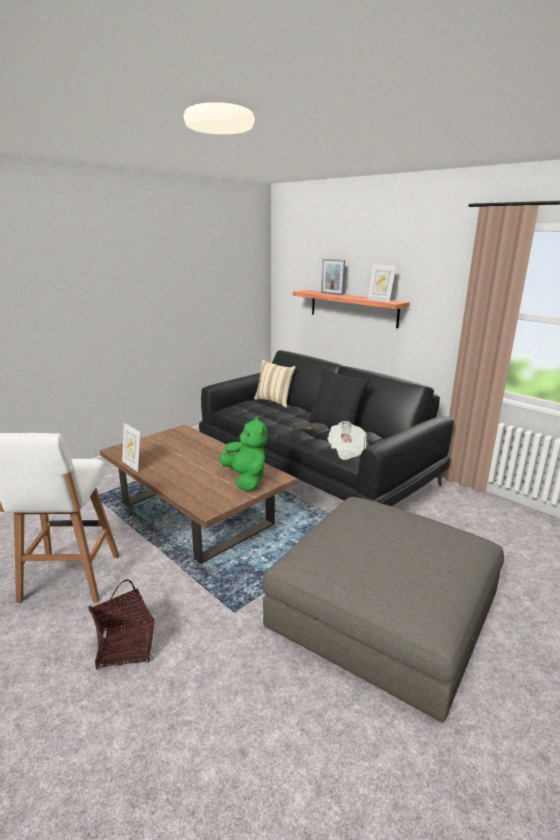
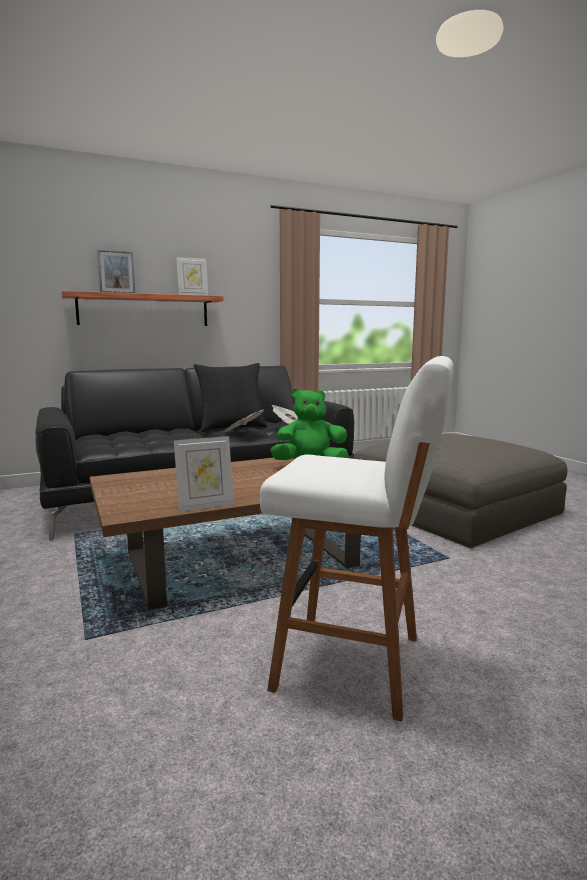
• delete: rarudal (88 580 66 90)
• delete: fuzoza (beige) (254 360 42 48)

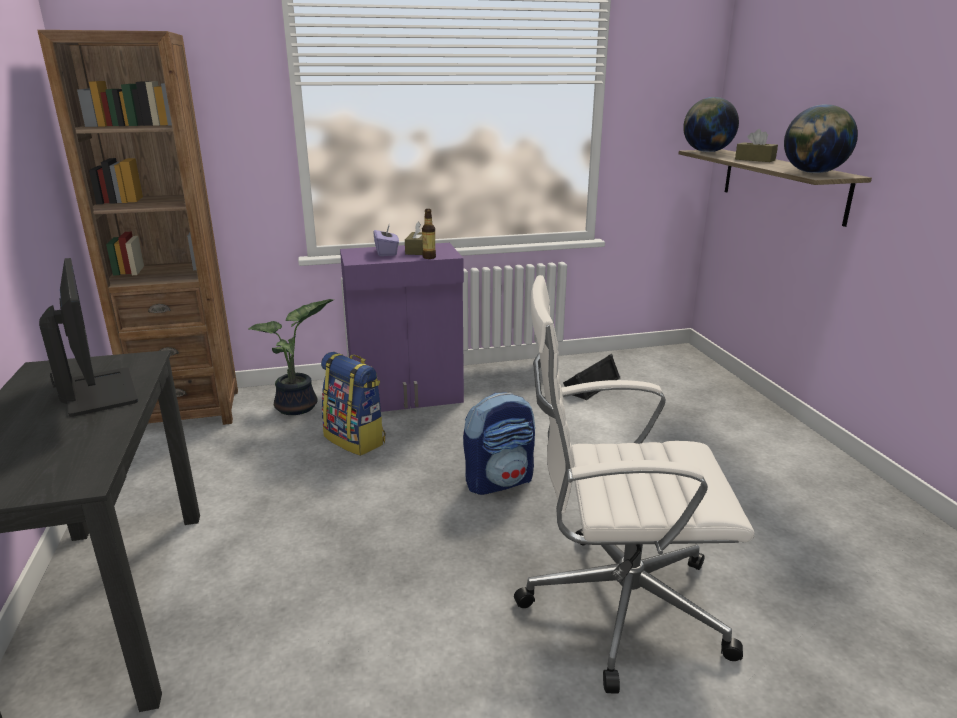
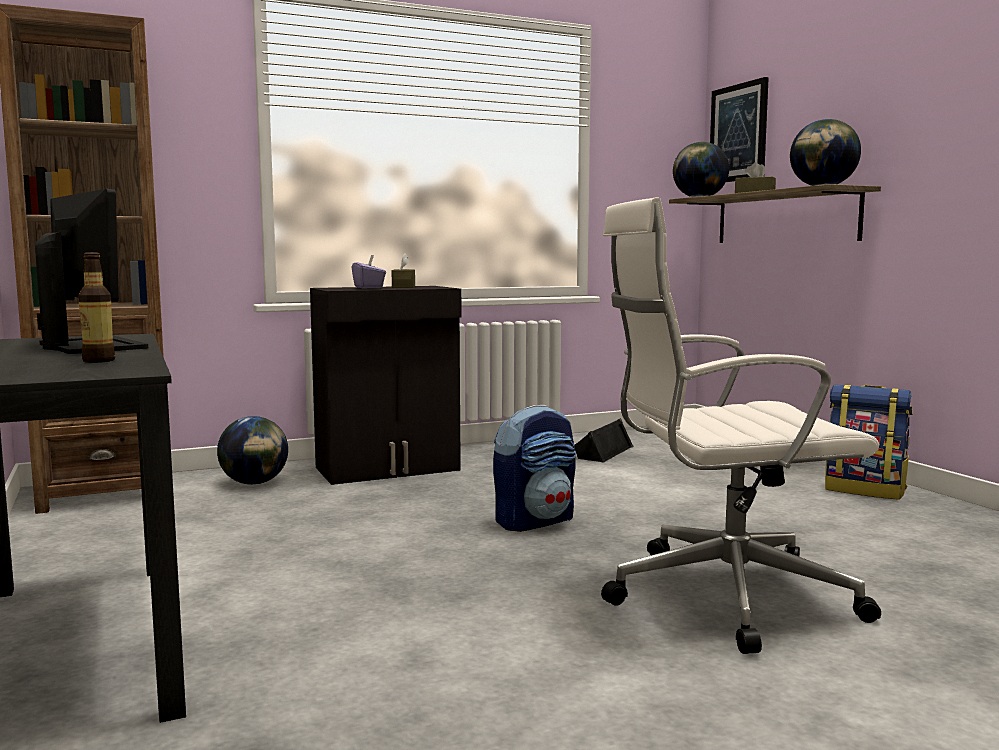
• replace: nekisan (248 299 86 116) to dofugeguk (217 416 71 69)
• move: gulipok (321 352 65 104) to (825 384 88 116)
• recolor: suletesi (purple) (340 243 124 169) to suletesi (black) (310 286 152 199)
• move: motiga (422 209 14 50) to (78 252 37 111)
• insert: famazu (710 77 59 105)

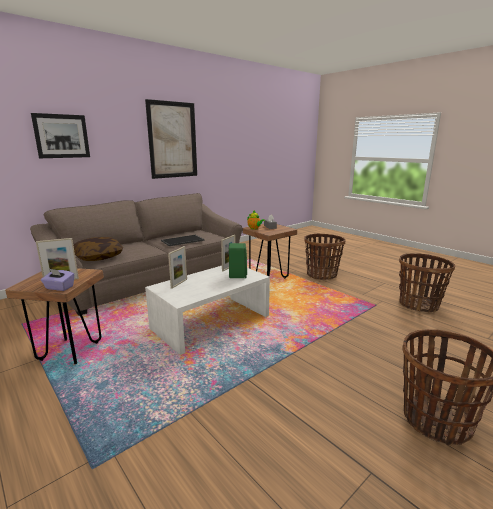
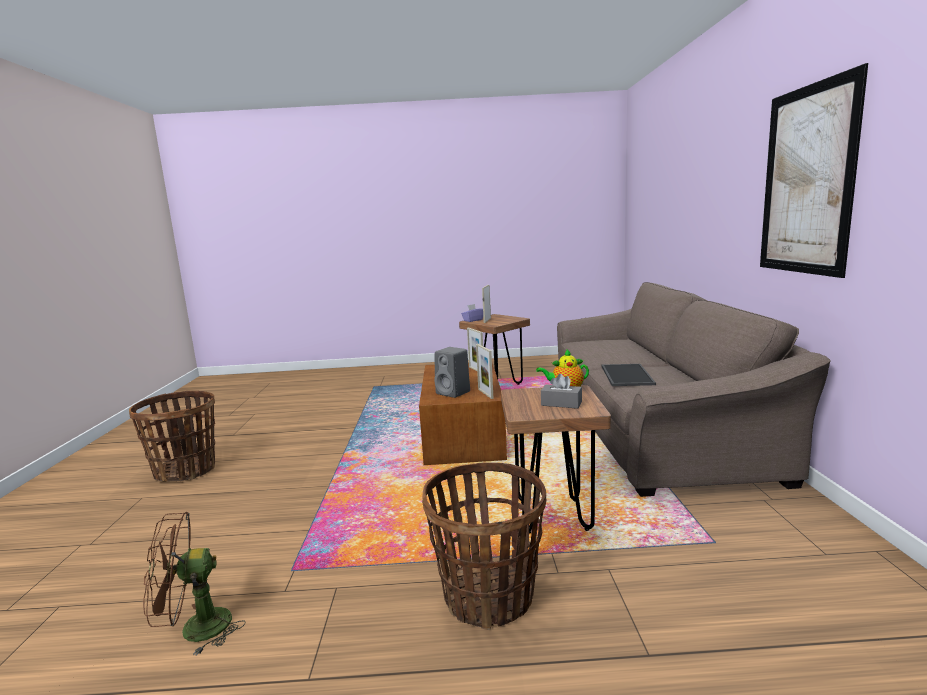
• delete: famazu (31 113 59 45)
• delete: fuzoza (73 237 50 24)
• recolor: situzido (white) (145 266 125 89) to situzido (brown) (419 363 88 102)
• recolor: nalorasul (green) (229 243 18 35) to nalorasul (grey) (434 347 36 51)
• replace: rarudal (399 253 56 59) to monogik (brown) (143 512 103 144)

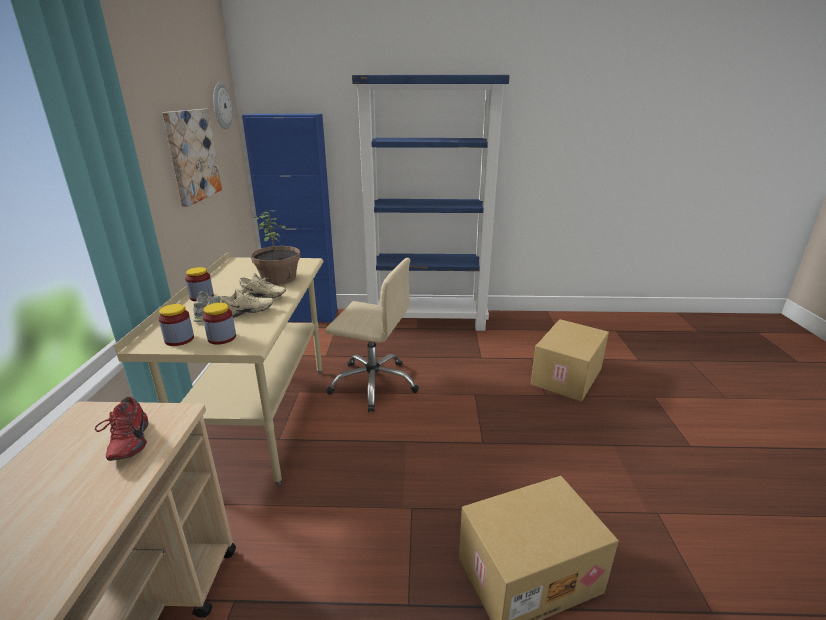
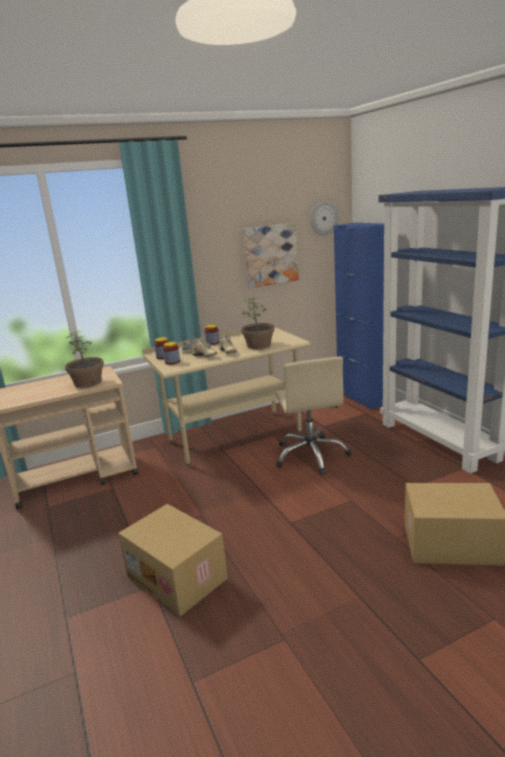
• replace: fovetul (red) (95 396 53 65) to nekisan (65 332 39 56)

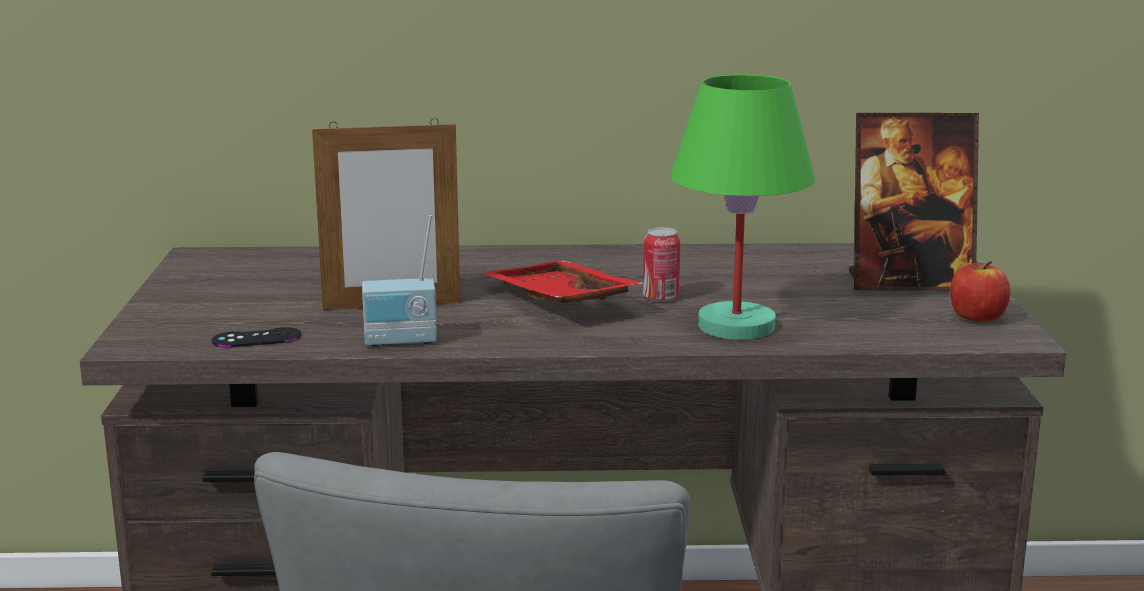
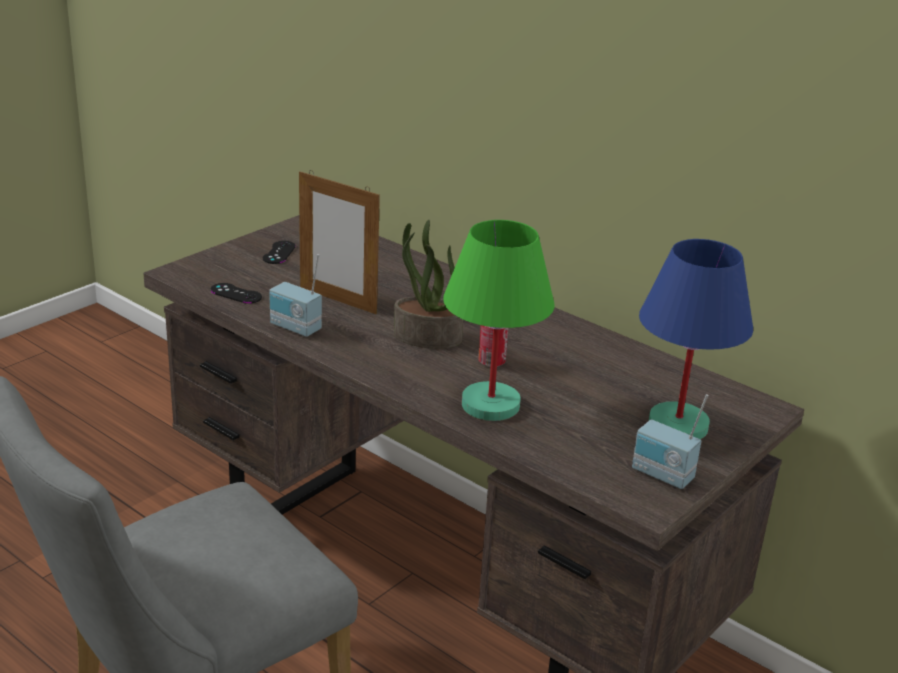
• replace: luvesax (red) (480 261 163 42) to nekisan (394 220 69 129)
• replace: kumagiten (849 113 130 177) to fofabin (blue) (639 239 114 200)
• replace: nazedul (950 261 60 61) to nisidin (632 394 76 95)
• insert: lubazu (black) (263 241 33 23)

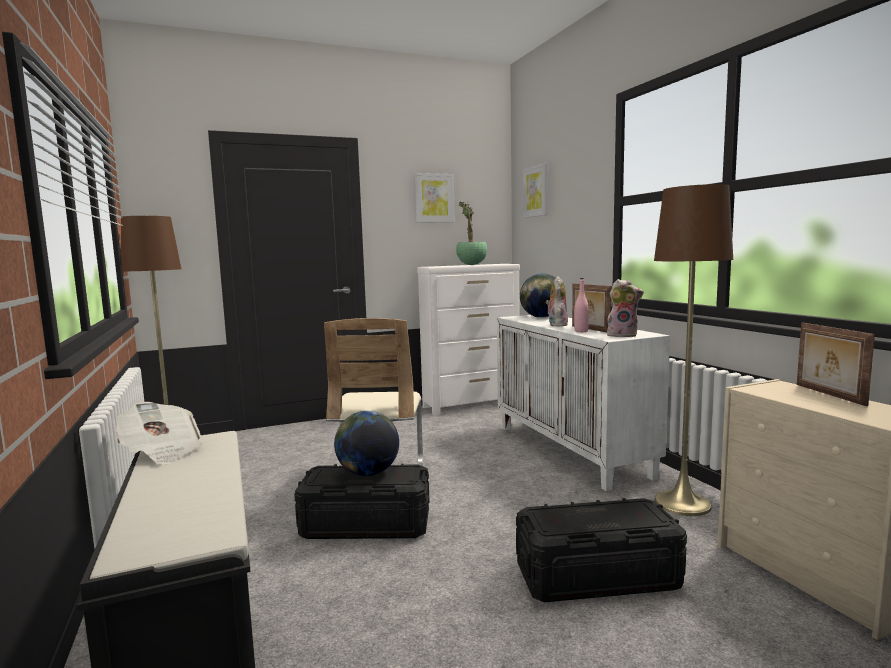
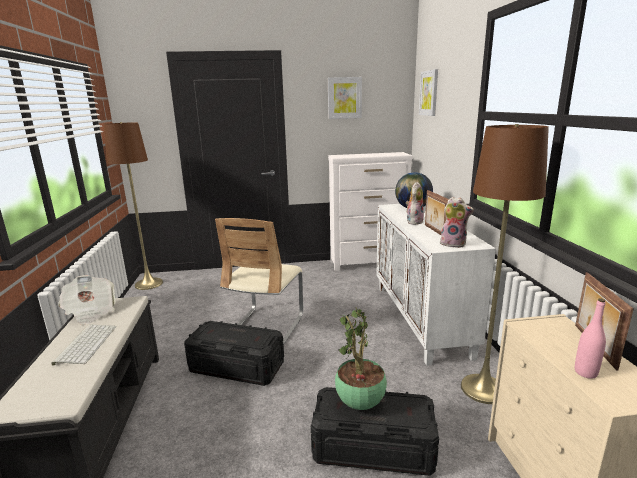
• delete: dofugeguk (334 411 65 65)
• move: nekisan (456 201 31 64) to (335 307 52 103)
• move: motiga (pink) (574 278 15 54) to (575 298 31 81)
• insert: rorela (51 324 65 42)

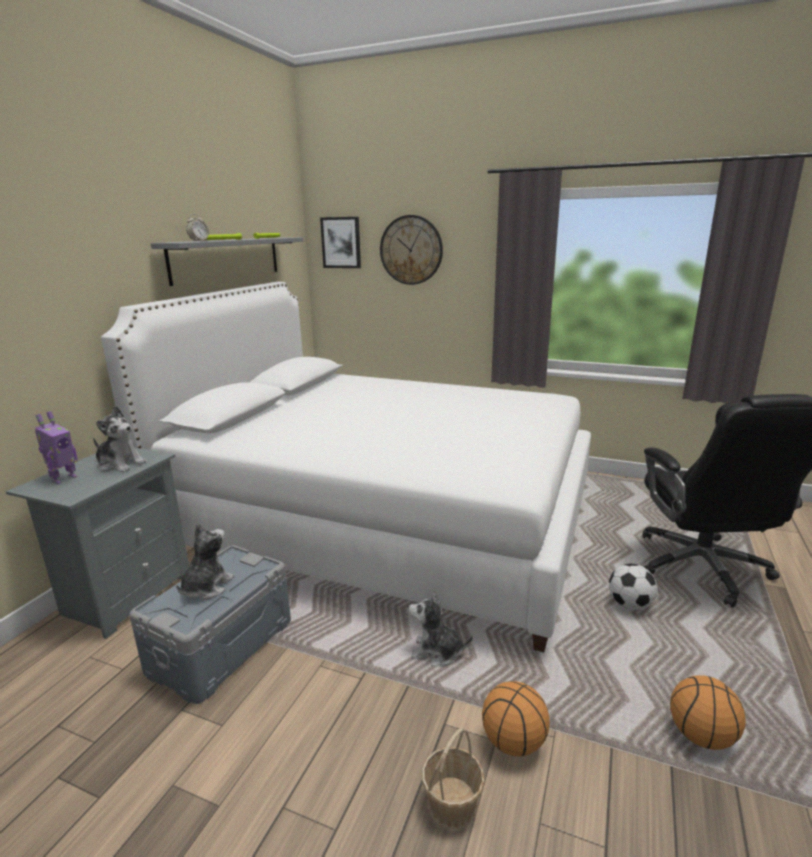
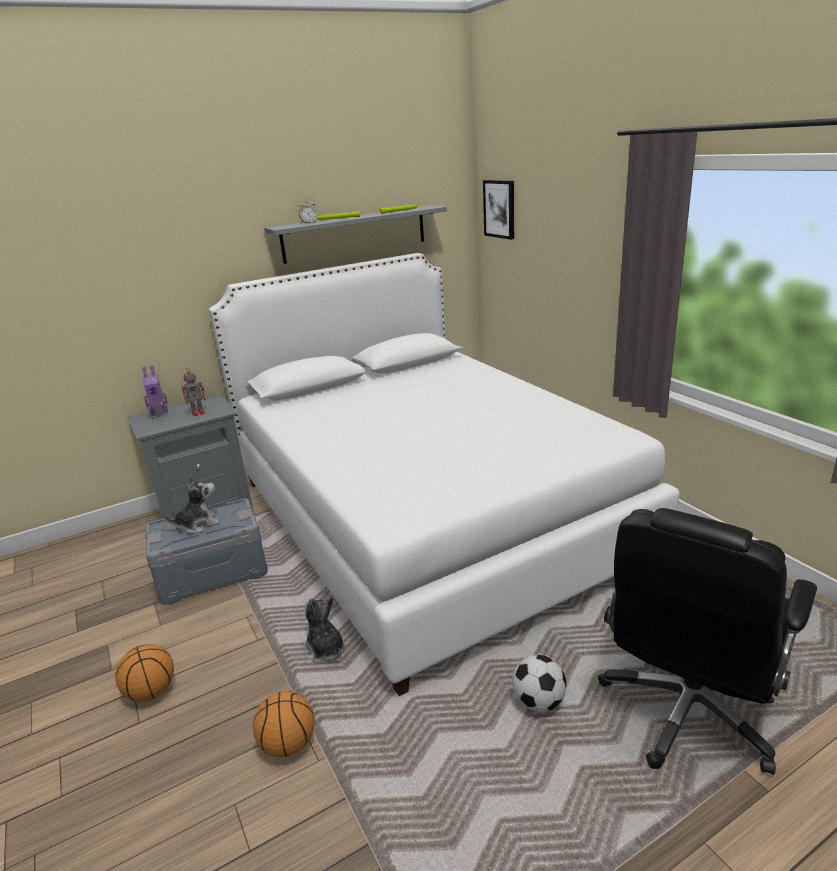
• replace: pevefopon (93 406 53 66) to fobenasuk (182 369 24 47)
• delete: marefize (380 215 63 70)
• delete: rarudal (422 728 63 101)
• move: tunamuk (670 675 76 75) to (115 644 59 58)

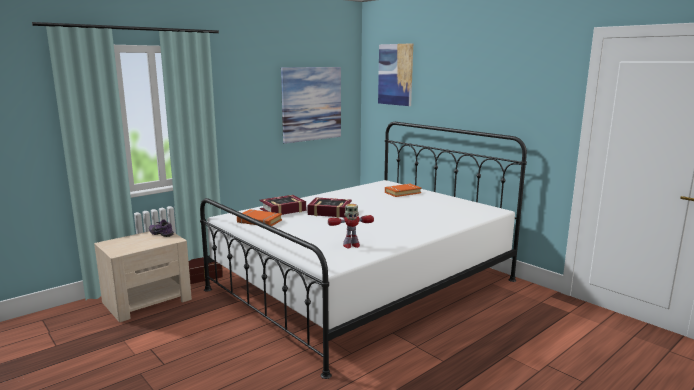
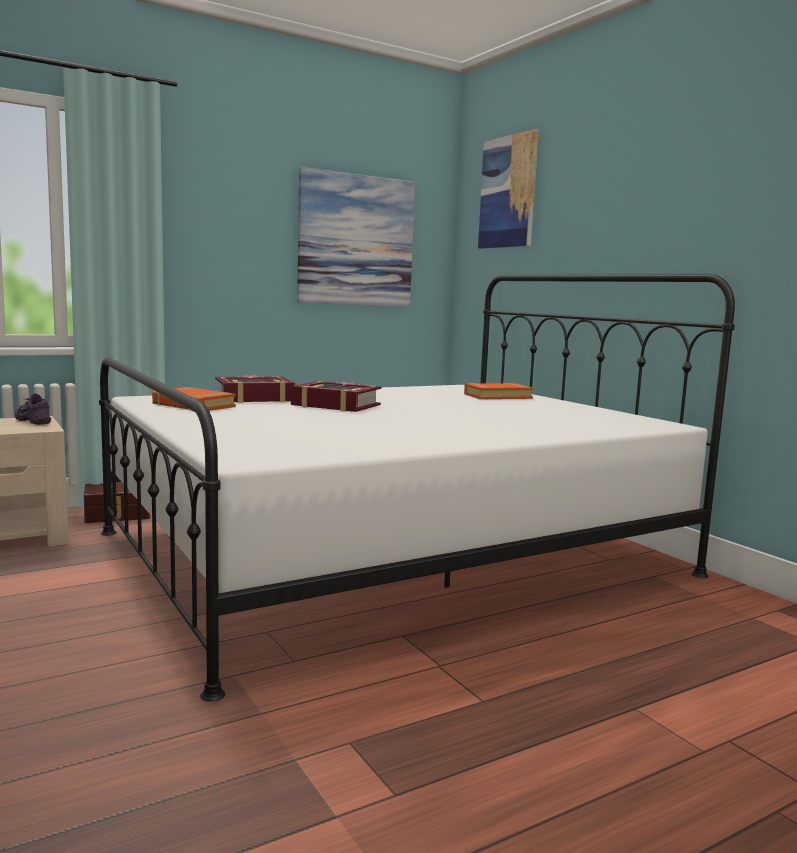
• delete: fobenasuk (328 204 46 44)

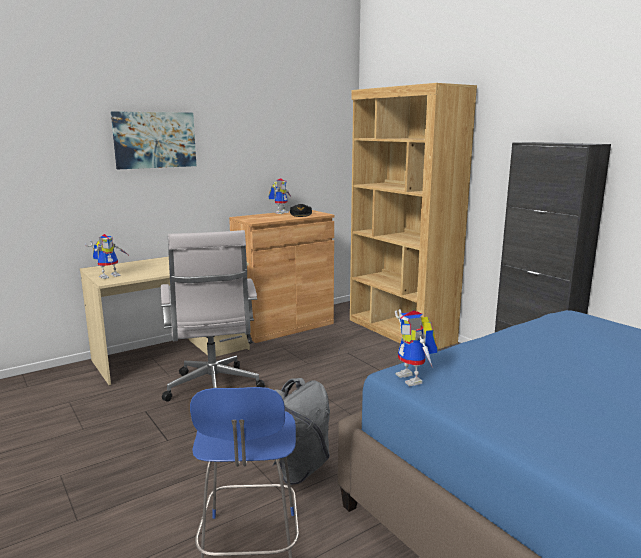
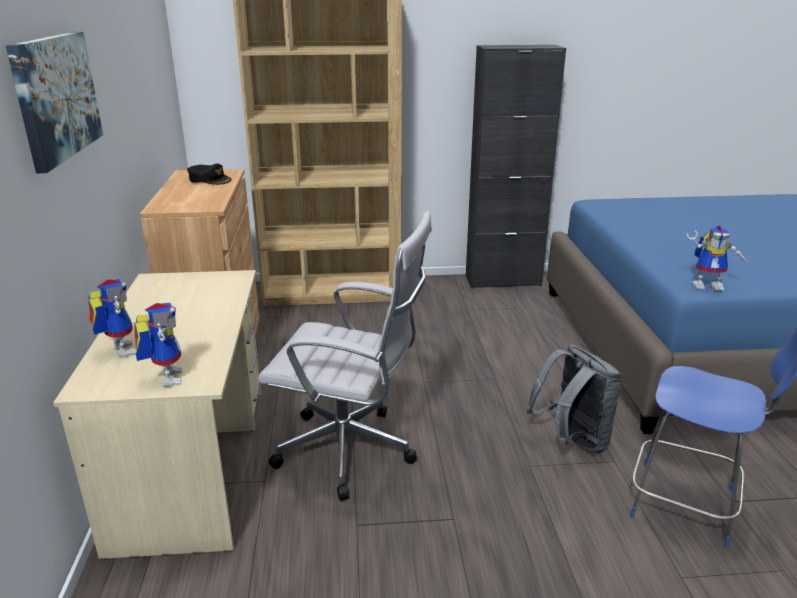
• move: fobenasuk (269 178 22 36) to (88 279 48 79)

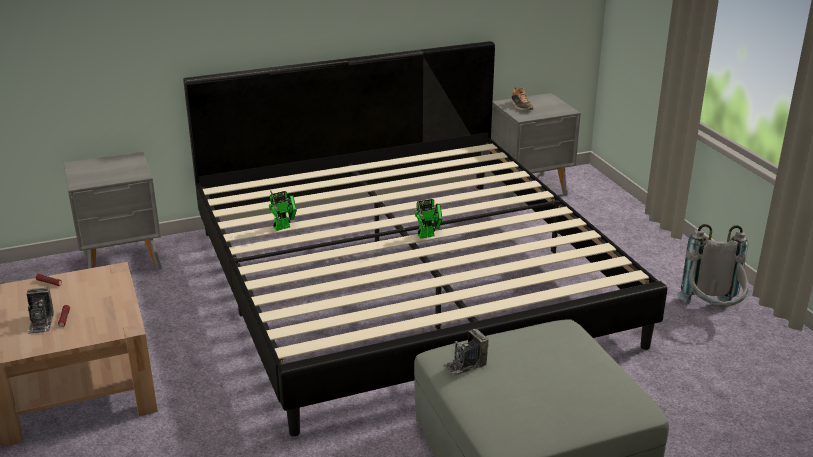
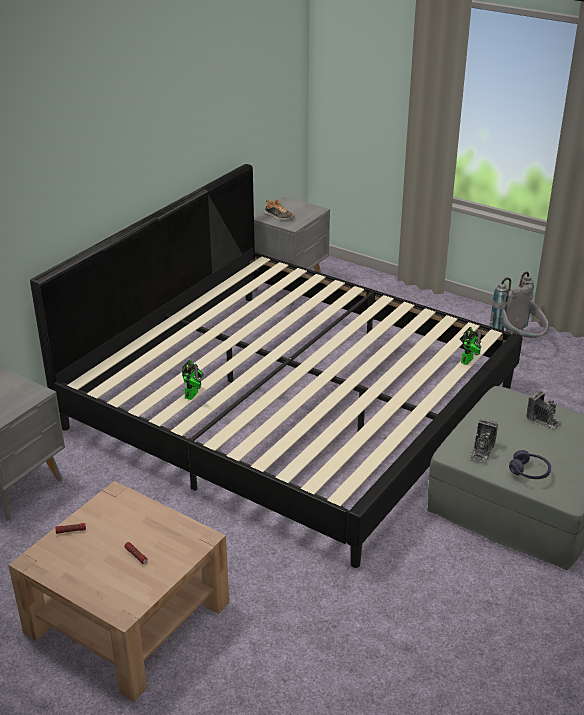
• move: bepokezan (27 287 27 47) to (526 390 36 41)
• move: fobenasuk (415 197 28 42) to (460 327 22 38)
• insert: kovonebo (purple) (509 450 42 29)

